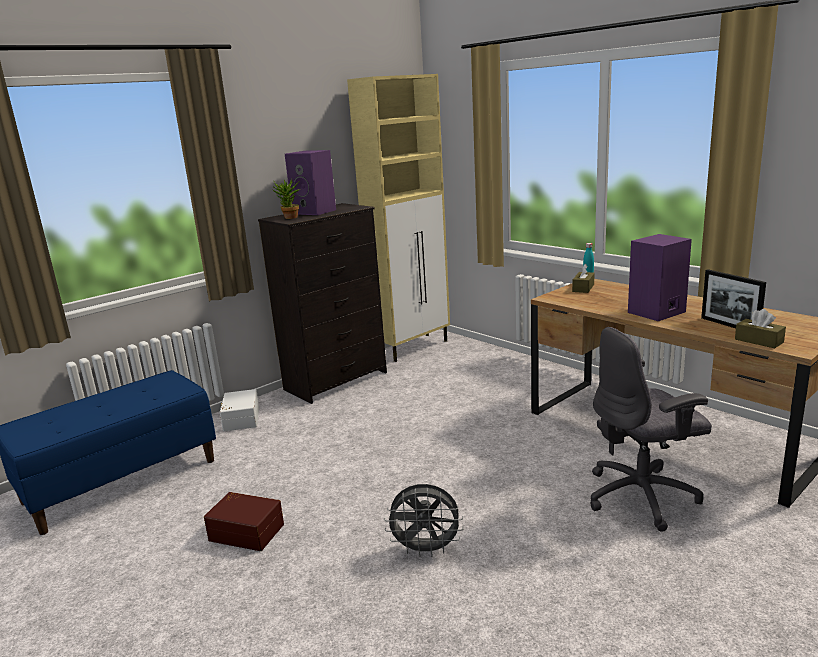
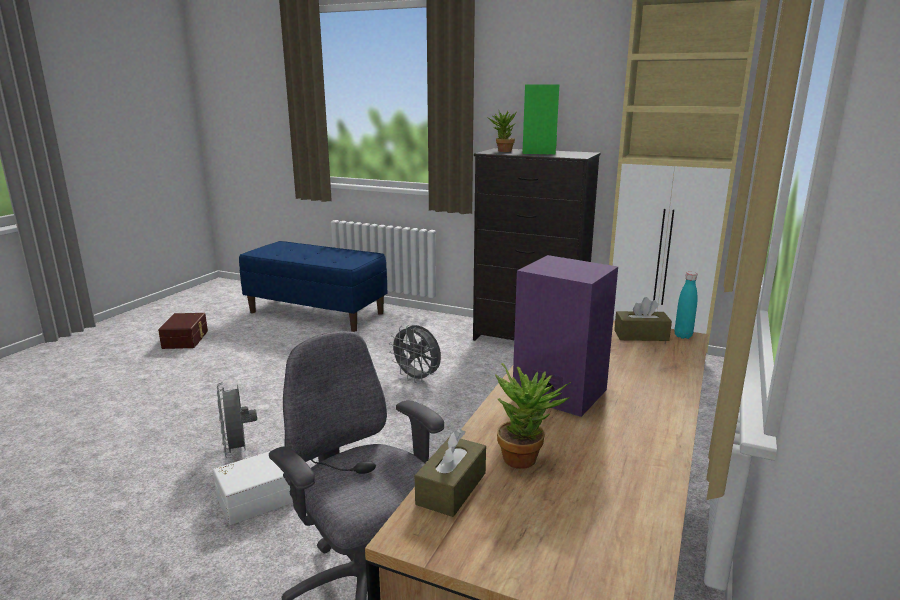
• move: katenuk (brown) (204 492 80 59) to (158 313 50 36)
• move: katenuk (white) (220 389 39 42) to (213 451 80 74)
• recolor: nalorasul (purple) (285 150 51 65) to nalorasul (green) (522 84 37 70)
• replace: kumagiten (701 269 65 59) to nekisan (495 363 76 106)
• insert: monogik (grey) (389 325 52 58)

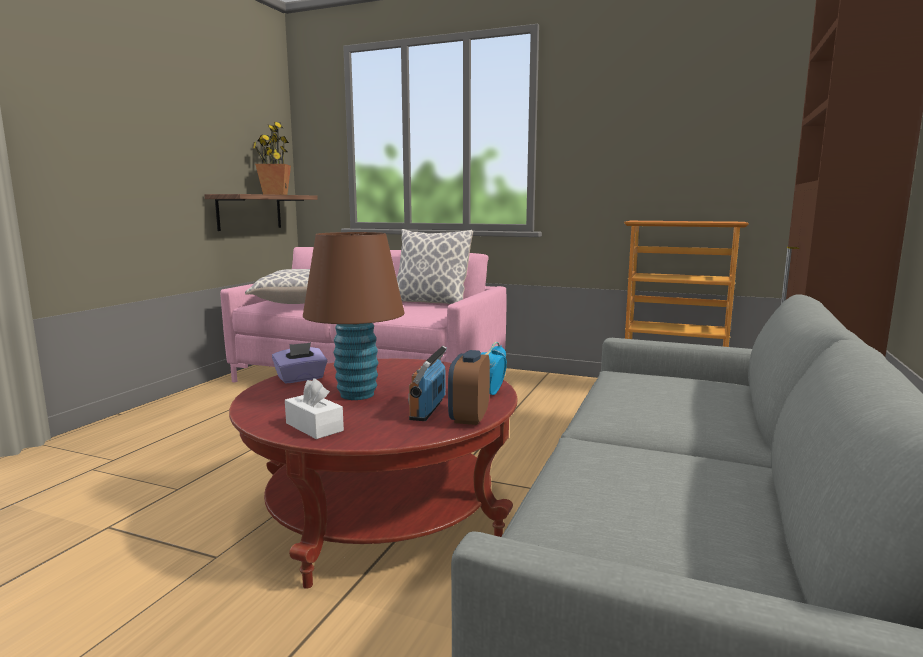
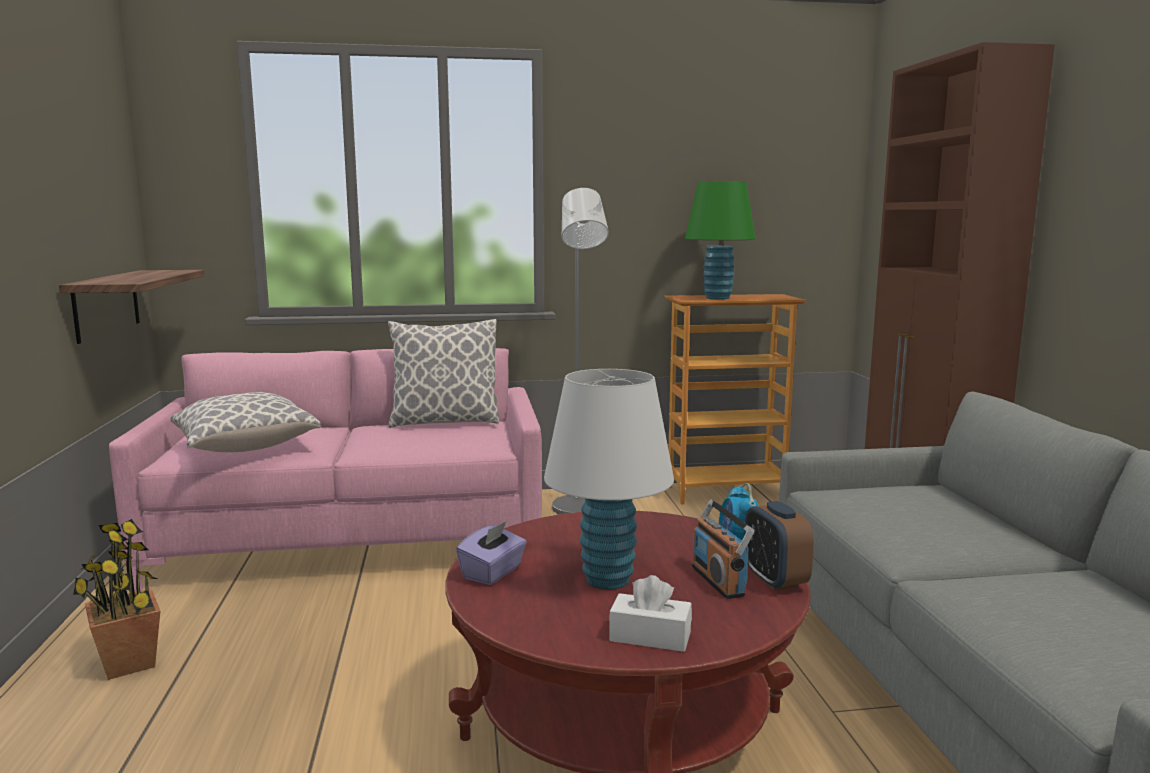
• move: nekisan (252 122 39 73) to (73 519 87 161)
• recolor: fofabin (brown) (303 232 102 168) to fofabin (white) (544 369 130 221)
• insert: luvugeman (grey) (552 188 57 326)
• insert: fofabin (green) (685 181 71 118)

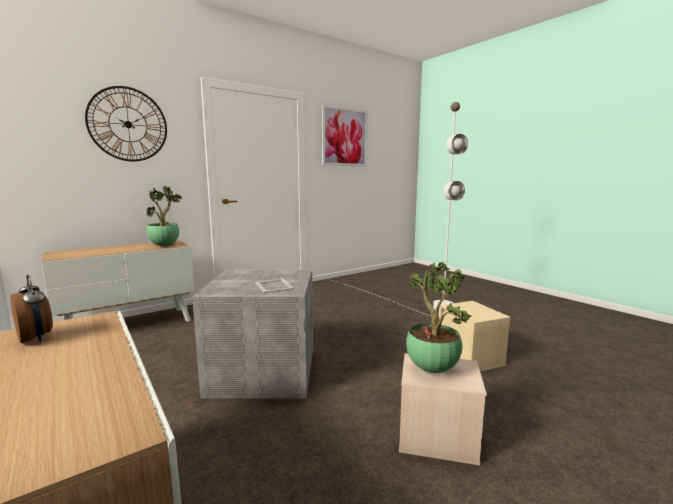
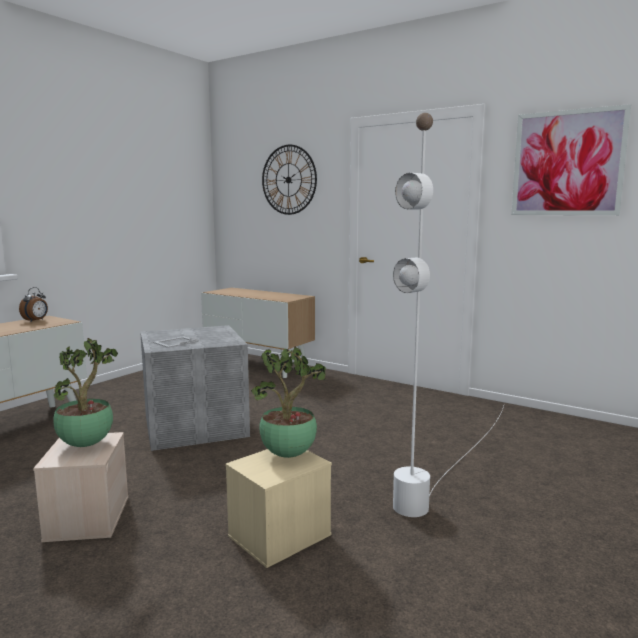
• move: nekisan (146 186 36 60) to (251 347 75 111)

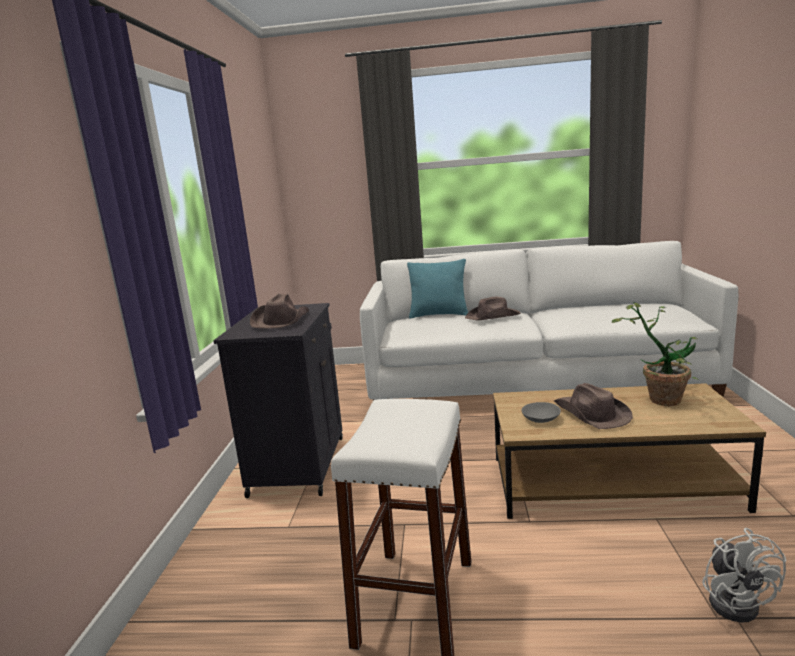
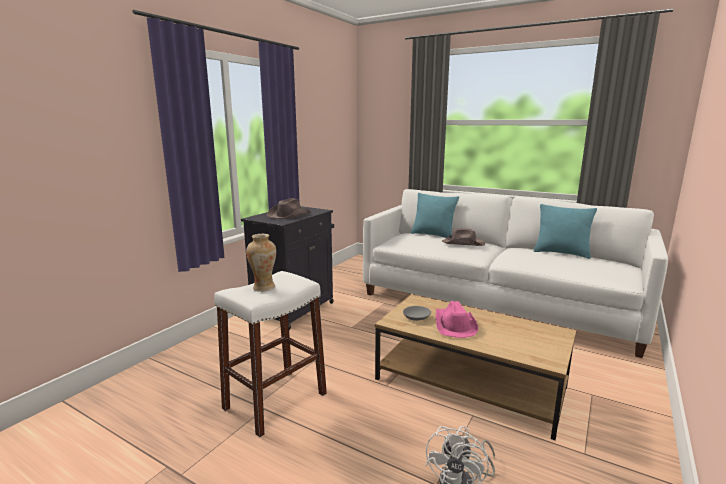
• recolor: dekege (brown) (554 383 79 46) to dekege (pink) (436 301 42 37)
• delete: nekisan (612 302 87 104)
• insert: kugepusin (246 234 30 58)
• insert: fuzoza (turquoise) (534 204 63 55)

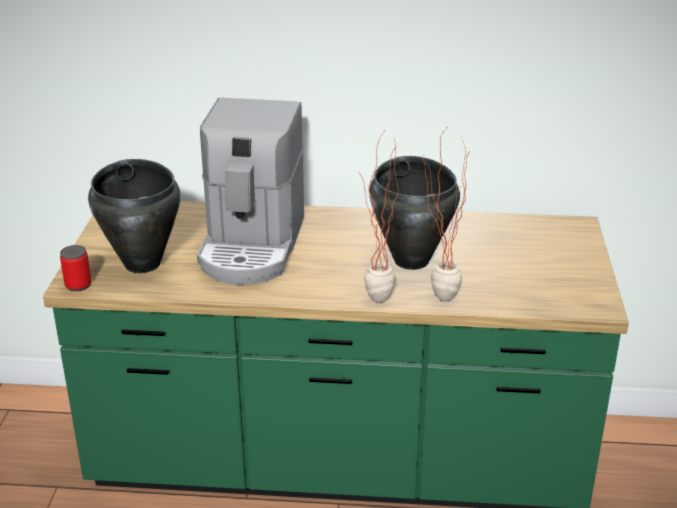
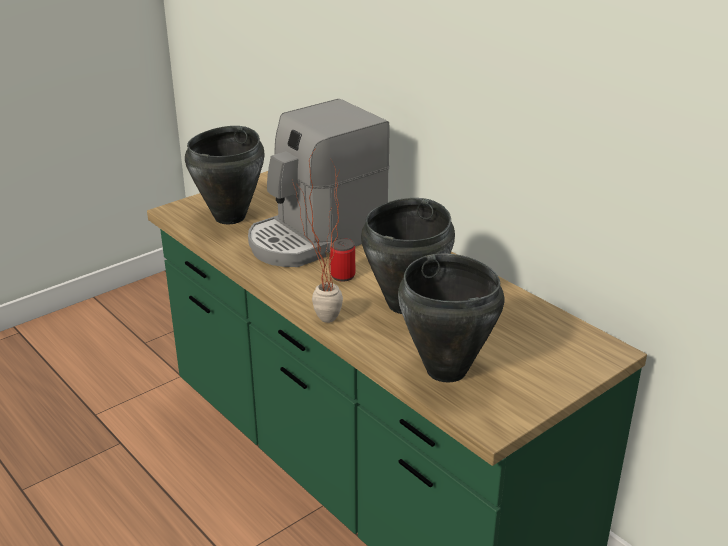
• move: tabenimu (60 245 31 46) to (330 238 25 44)
• delete: nekisan (423 129 47 173)
• insert: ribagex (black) (398 253 106 129)

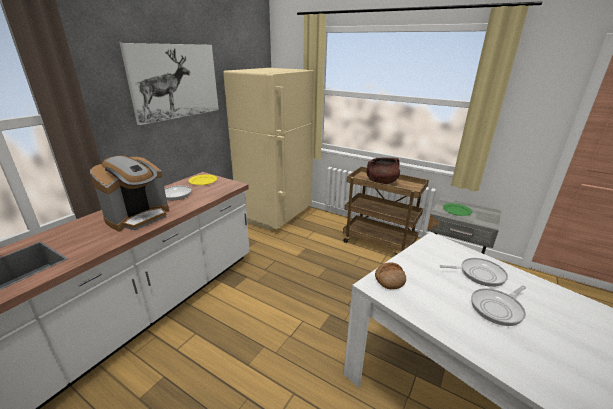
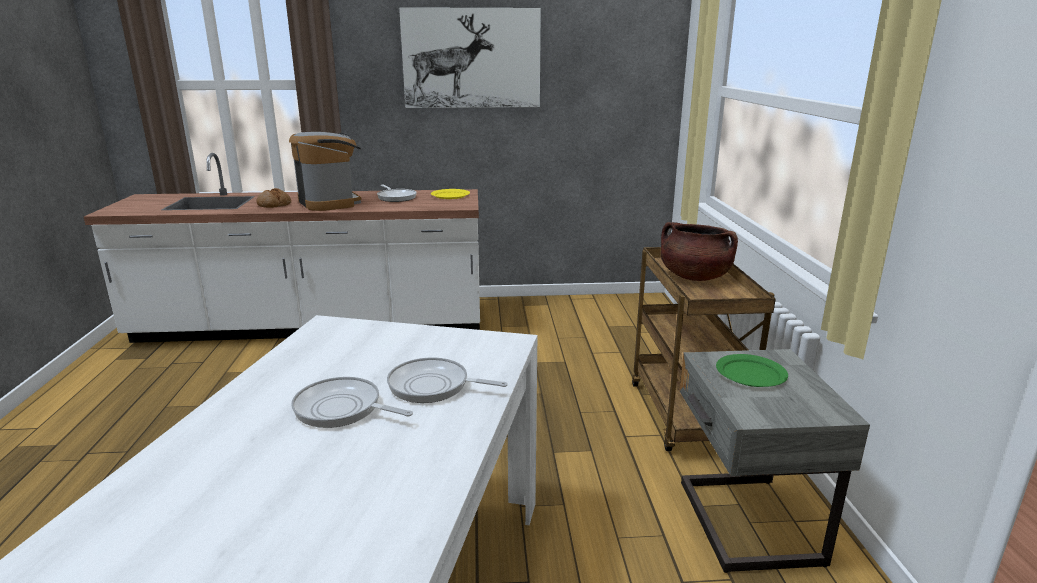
• rotate: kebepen (90 156 79 76) = (289 132 73 79) 120 degrees counterclockwise
• delete: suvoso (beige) (223 68 91 163)
• move: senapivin (375 262 31 27) to (256 188 35 20)
• rotate: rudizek (439 258 69 29) = (387 357 121 46) 135 degrees clockwise

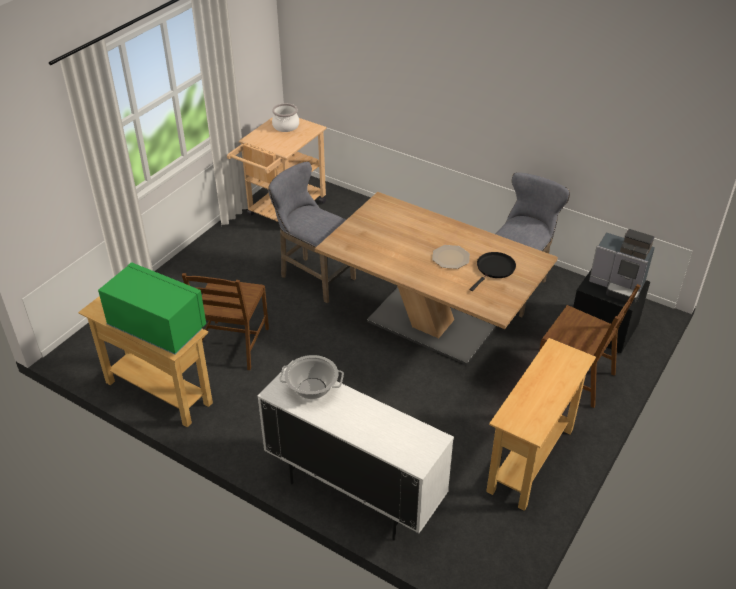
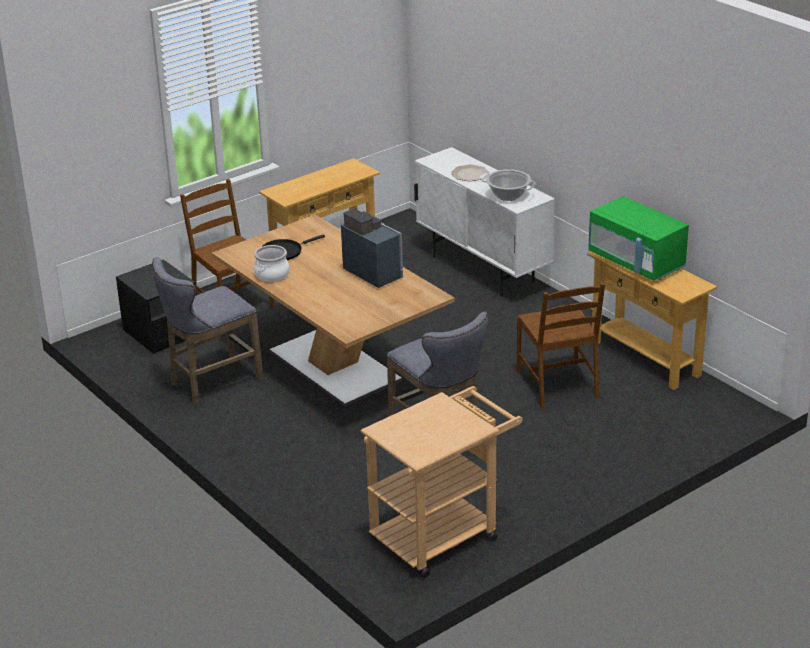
• rotate: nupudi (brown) (182 273 87 97) = (517 283 88 125) 135 degrees clockwise
• move: ribagex (272 103 27 29) to (254 245 36 37)
• move: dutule (432 245 38 24) to (451 164 38 17)
• move: kebepen (589 229 66 75) to (341 208 62 80)

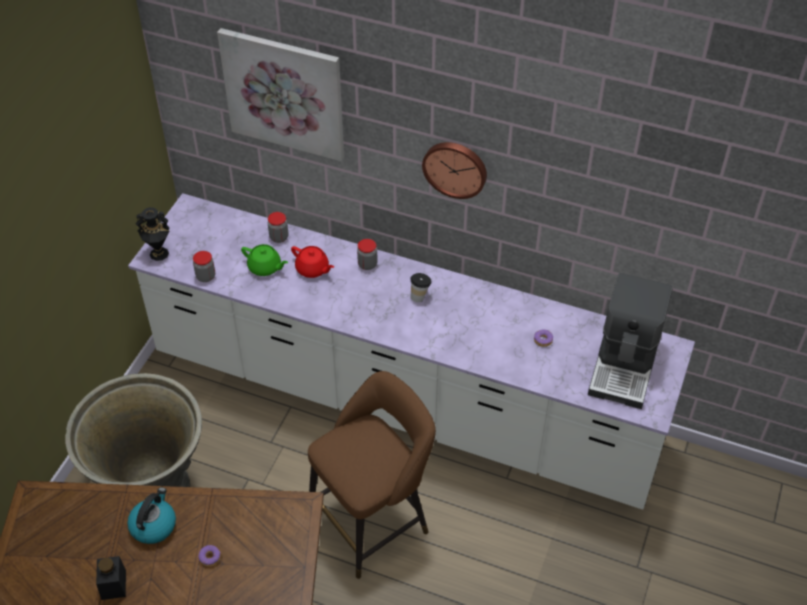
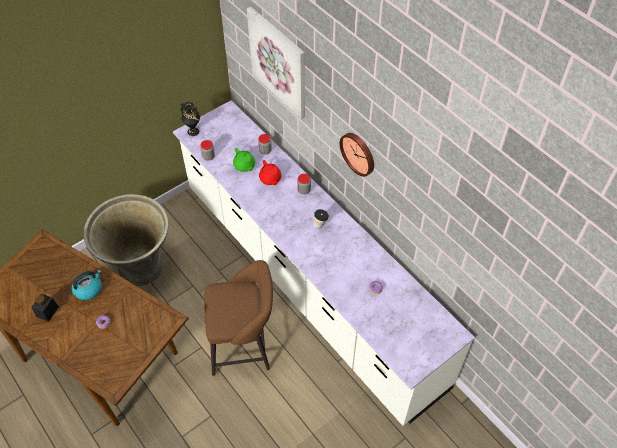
• delete: kebepen (588 273 85 136)

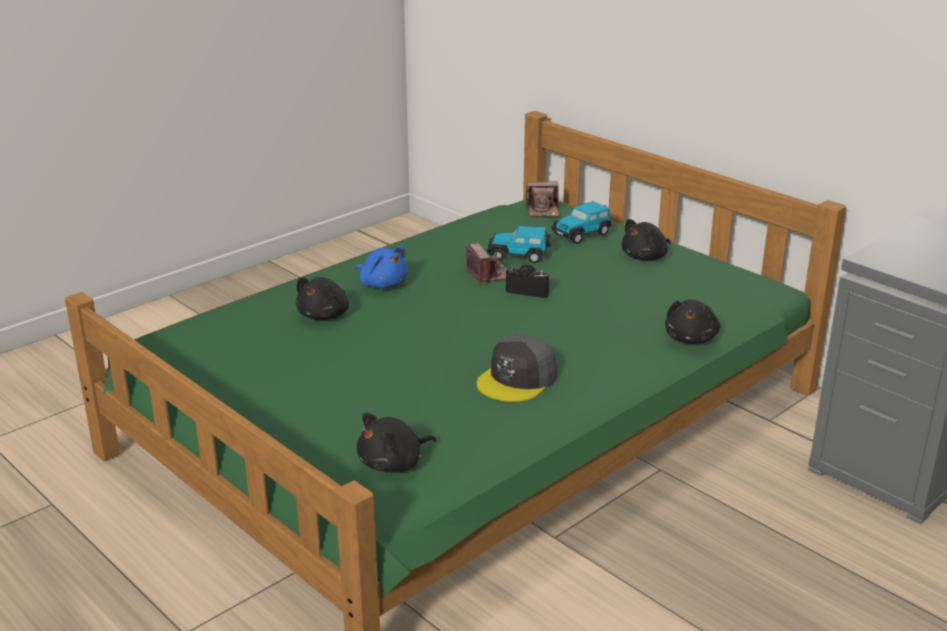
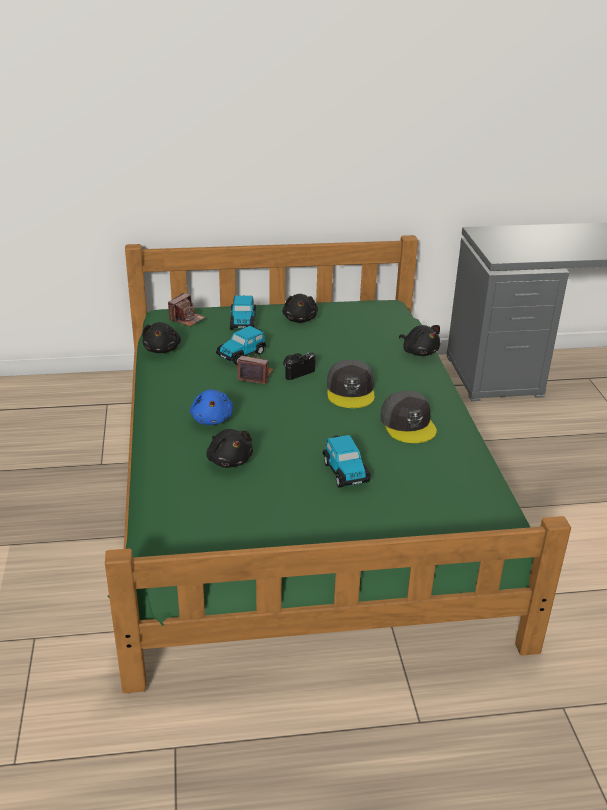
• rotate: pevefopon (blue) (355 246 53 43) = (190 389 43 36) 90 degrees clockwise
• move: pevefopon (black) (357 413 79 59) to (142 322 39 31)
• insert: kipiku (322 435 49 53)
• insert: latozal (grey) (327 360 48 48)

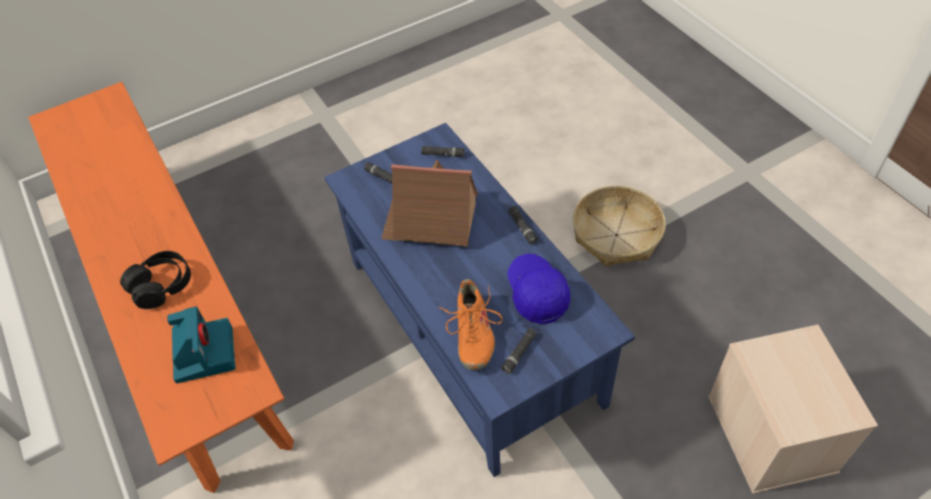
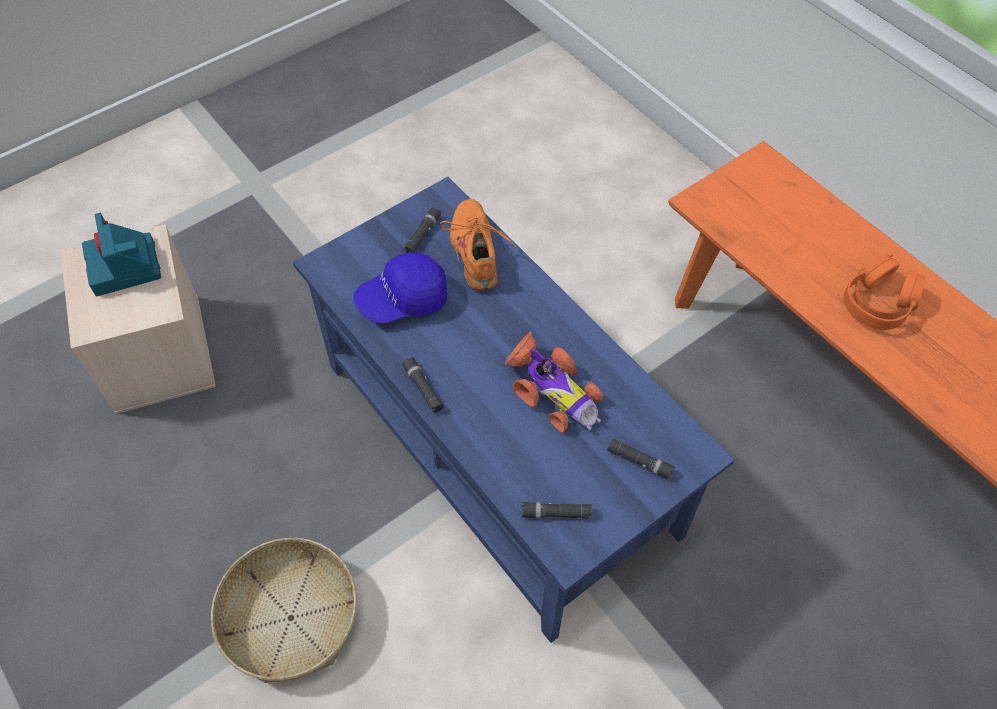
• recolor: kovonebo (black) (120 251 71 58) to kovonebo (orange) (843 254 82 76)
• move: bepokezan (167 306 68 77) to (82 213 79 83)
• replace: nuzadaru (381 160 97 87) to kipiku (504 331 100 103)
• rotate: latozal (blue) (508 254 62 70) = (354 252 93 72) 90 degrees clockwise

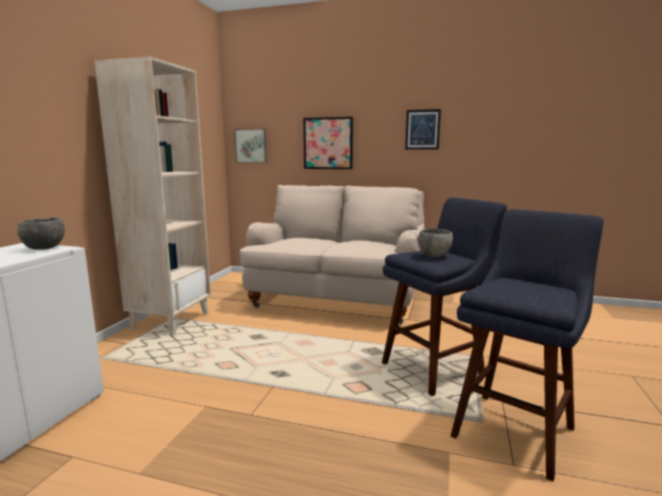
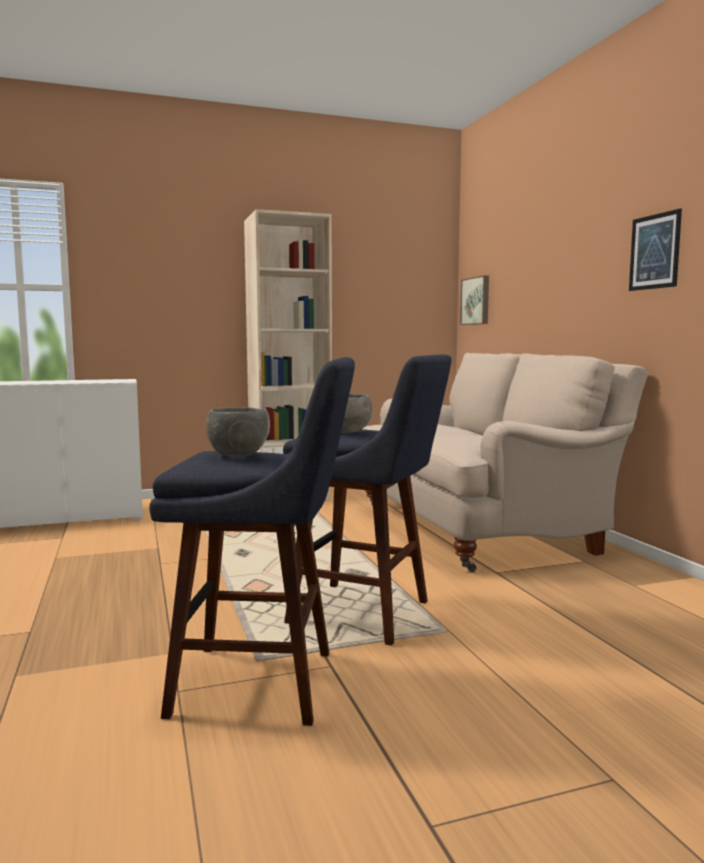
• move: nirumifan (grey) (17 218 48 32) to (206 407 64 50)
• delete: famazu (303 117 50 52)

